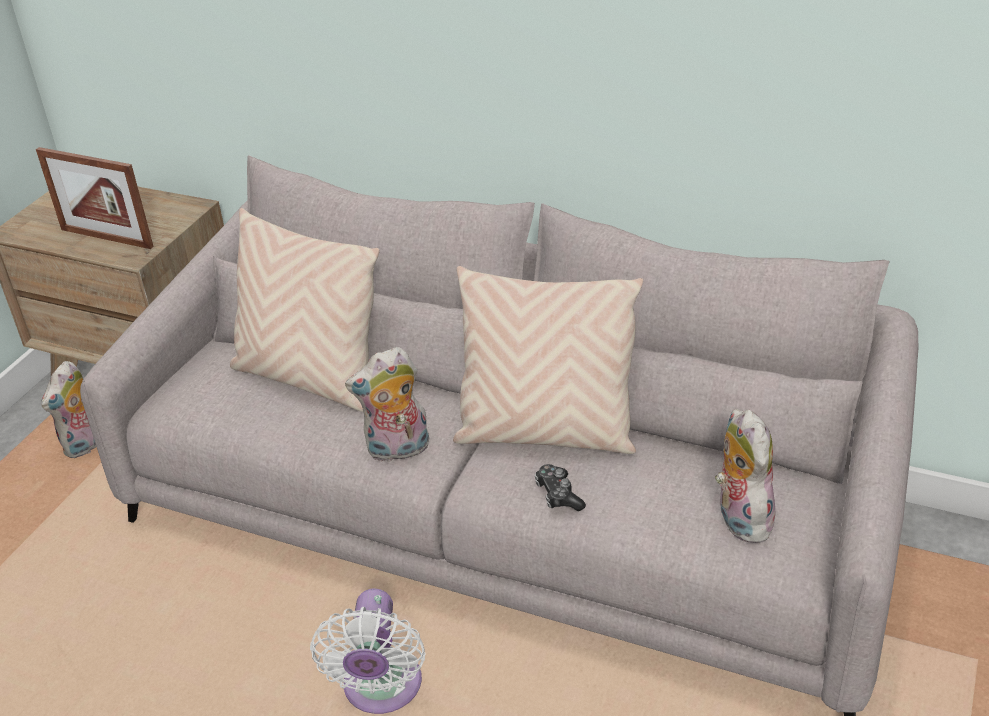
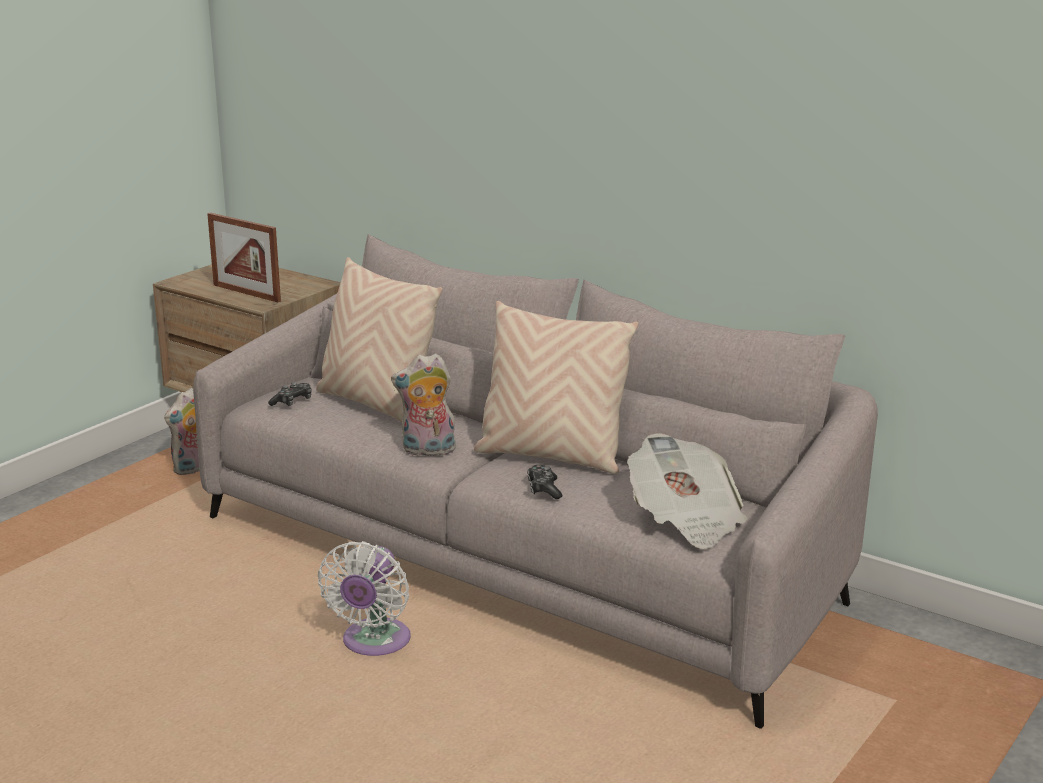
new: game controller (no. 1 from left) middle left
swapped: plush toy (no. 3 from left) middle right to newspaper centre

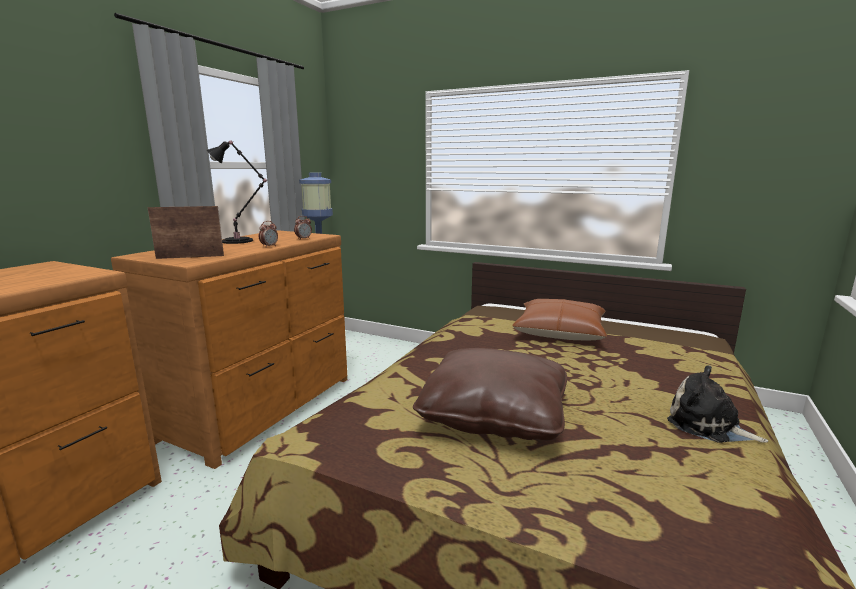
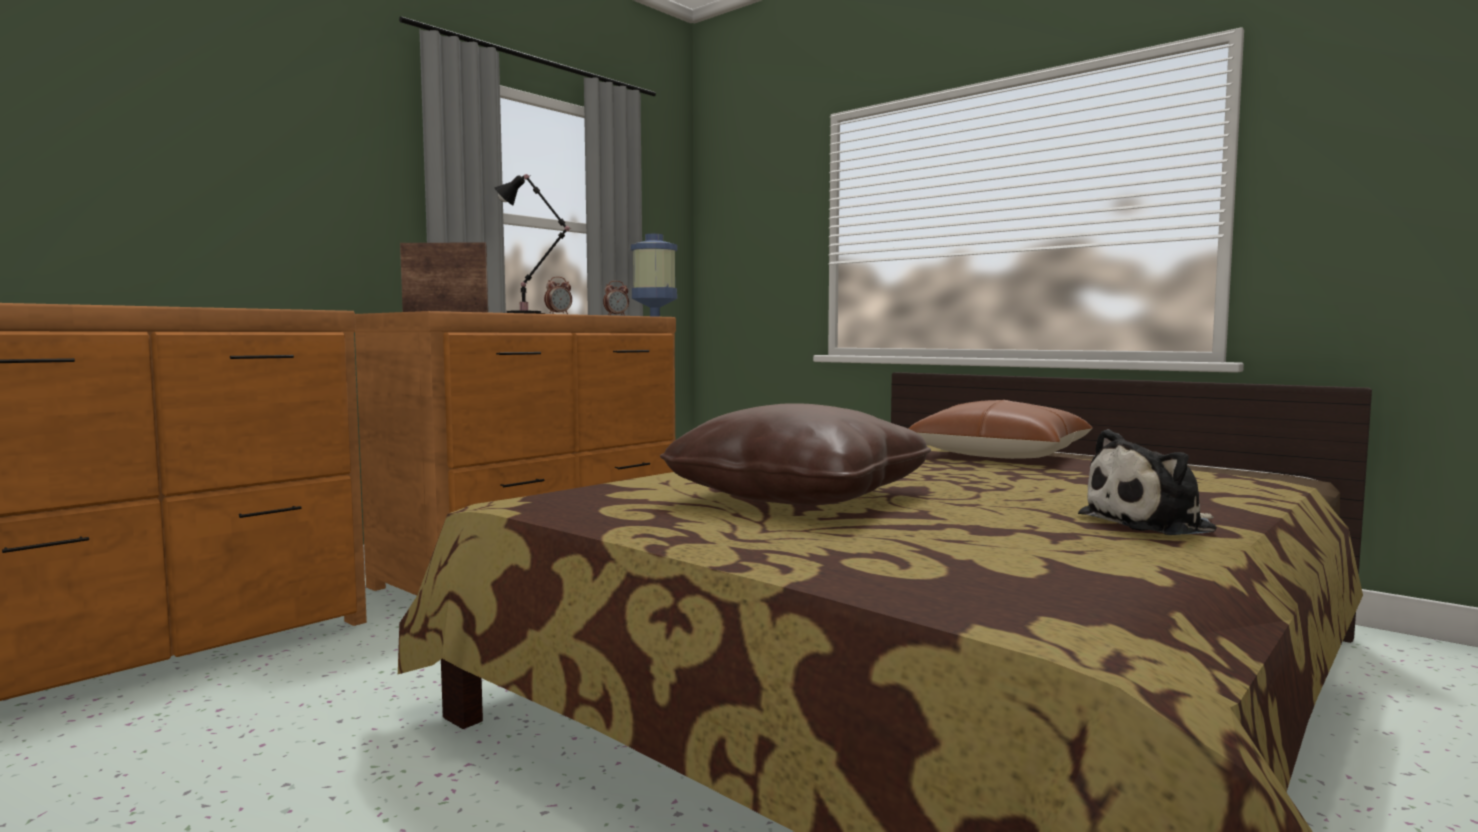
rotated: plush toy bottom right = middle right 75 degrees counterclockwise

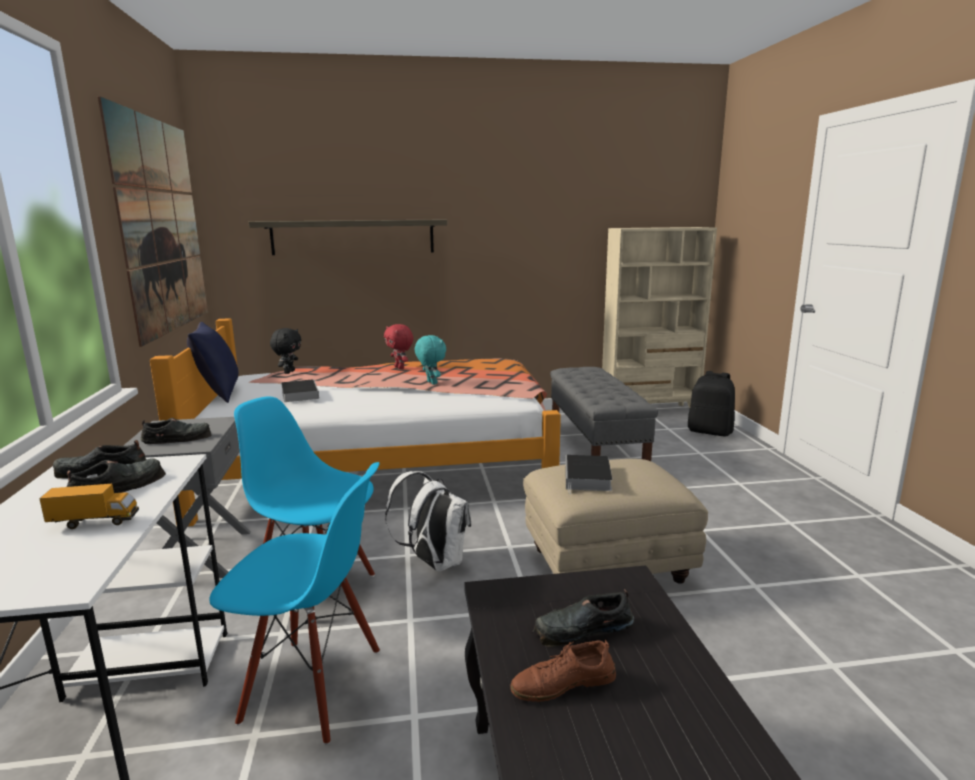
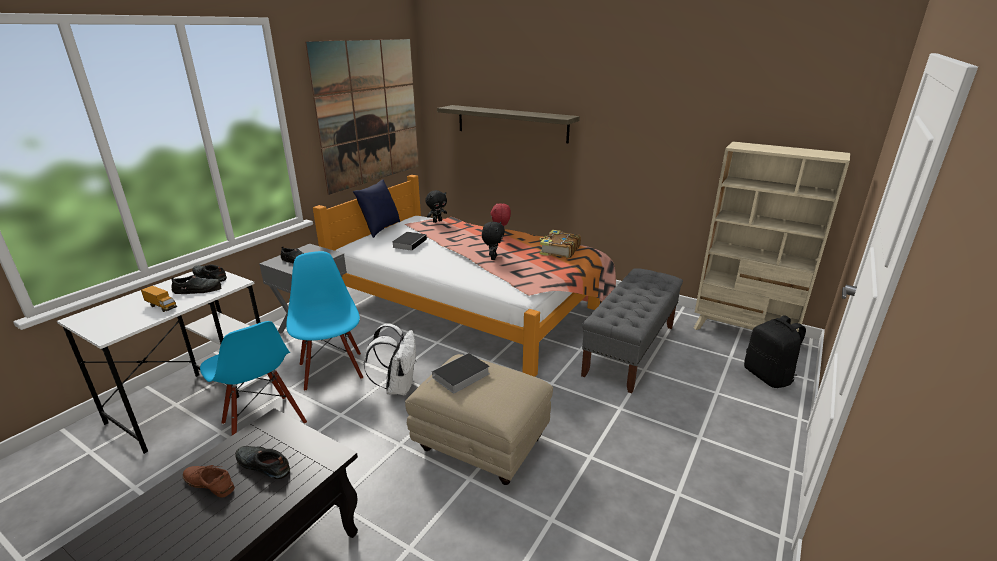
new: book (no. 3 from left) centre
repainted: turquoise plush toy centre to black plush toy (no. 2 from left) centre

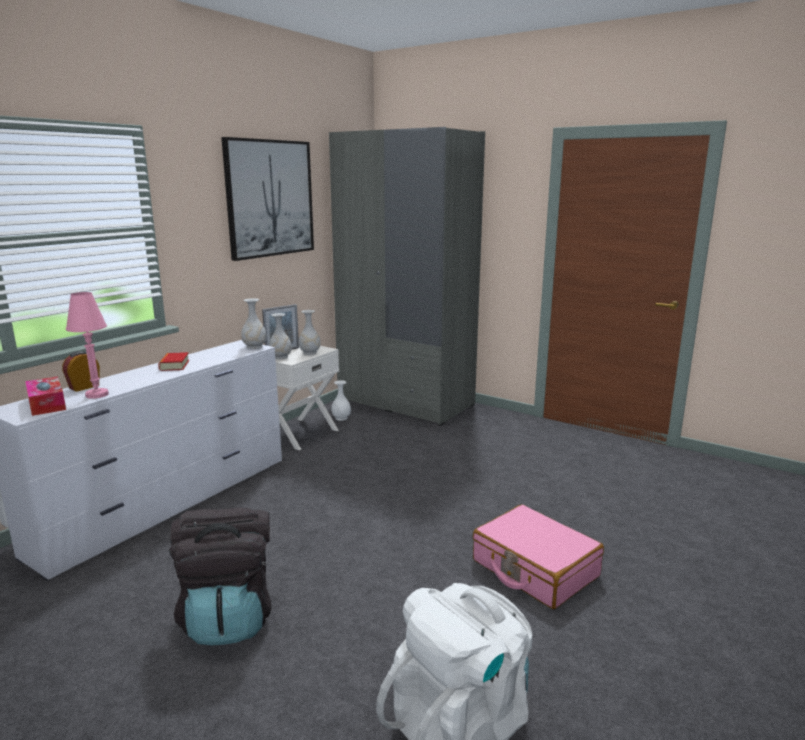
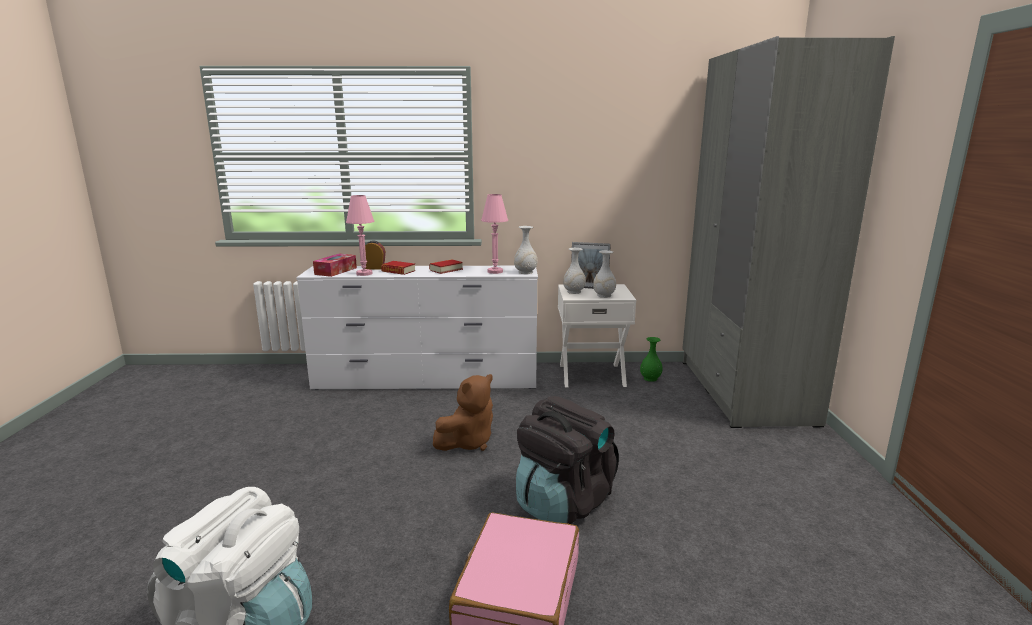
gone: picture top left
new: pink table lamp (no. 2 from left) centre; book (no. 1 from left) centre; brown plush toy centre
shifted: black backpack bottom left to bottom centre
repainted: white vase (no. 4 from left) centre to green vase centre

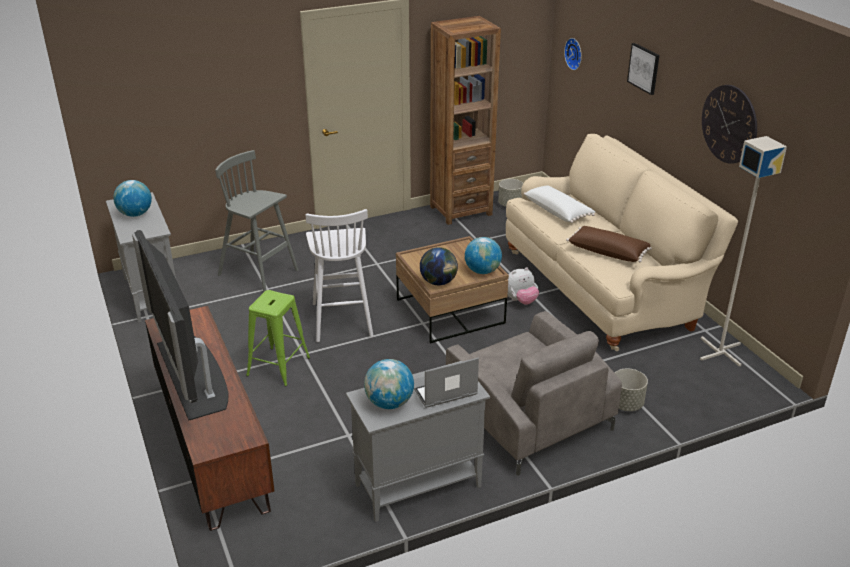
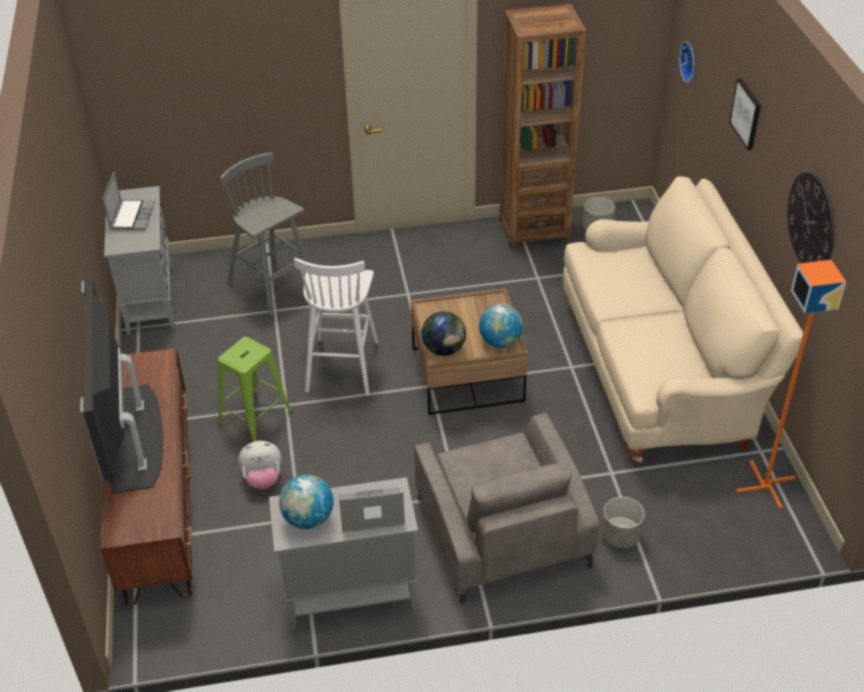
gone: white pillow centre; brown pillow middle right
shifted: plush toy centre to bottom left
swapped: globe (no. 1 from left) middle left to laptop (no. 1 from left) top left
repainted: grey floor lamp middle right to orange floor lamp middle right

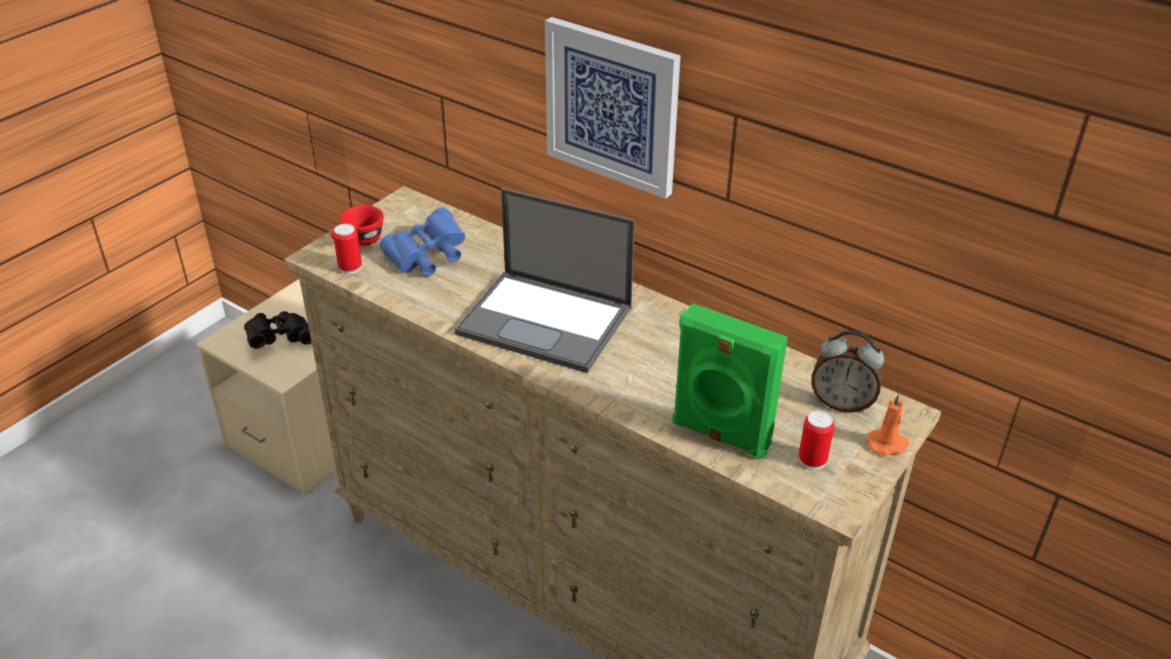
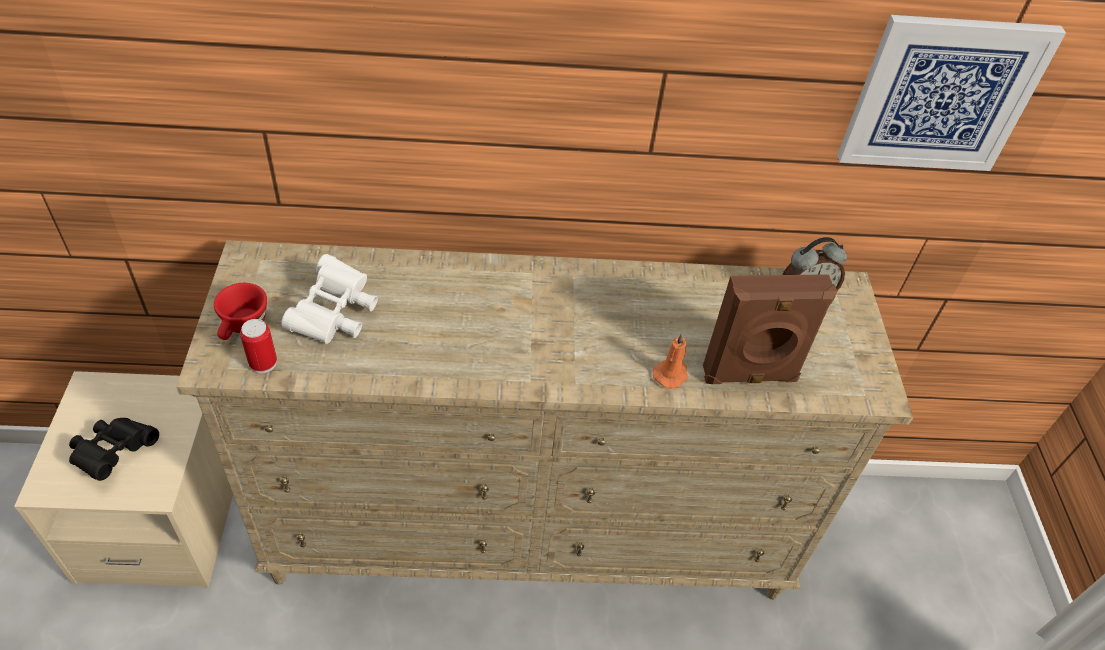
gone: laptop centre; can (no. 2 from left) bottom right
shifted: picture top centre to top right; orange candle middle right to centre
repainted: blue binoculars centre to white binoculars middle left; green speaker centre to brown speaker middle right

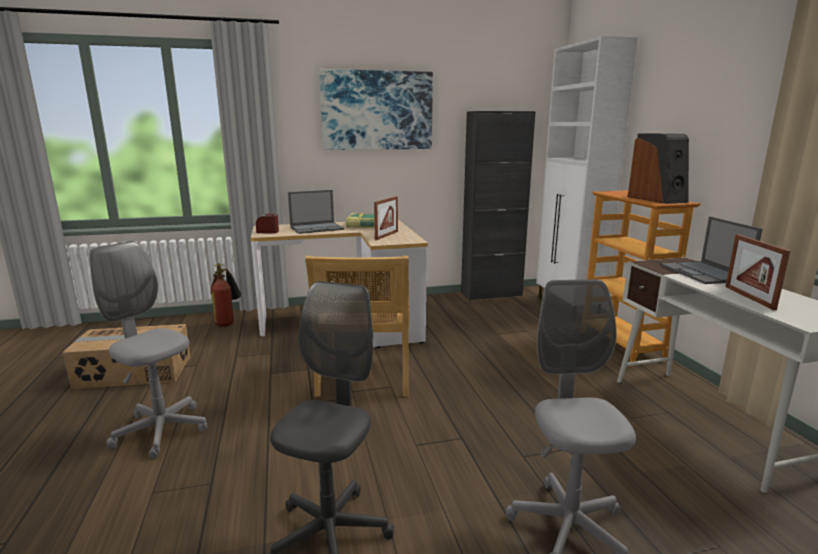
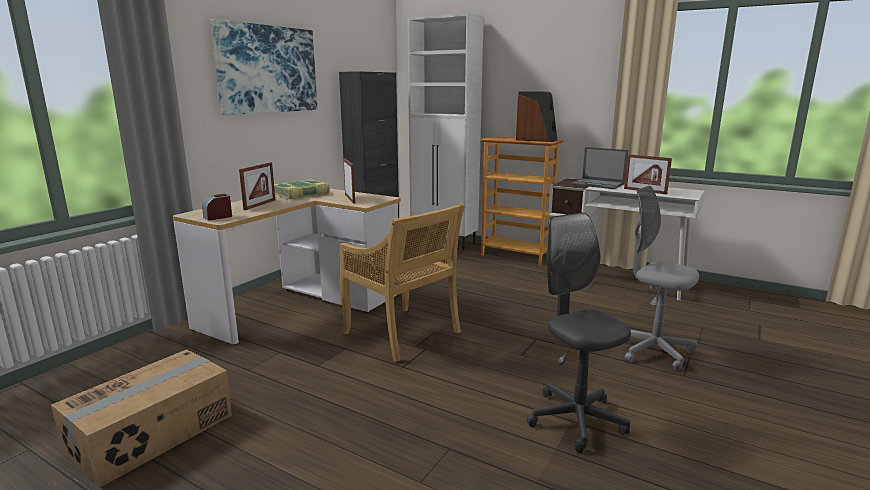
gone: grey office chair (no. 1 from left) middle left; fire extinguisher middle left
swapped: laptop (no. 1 from left) centre to picture frame (no. 1 from left) middle left

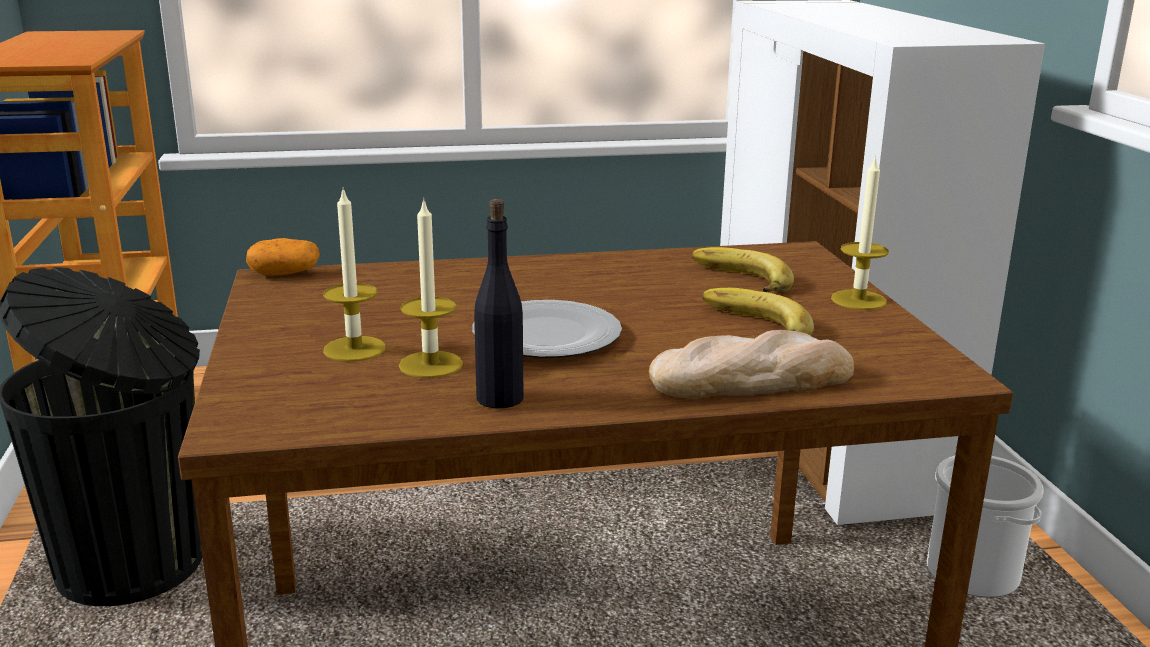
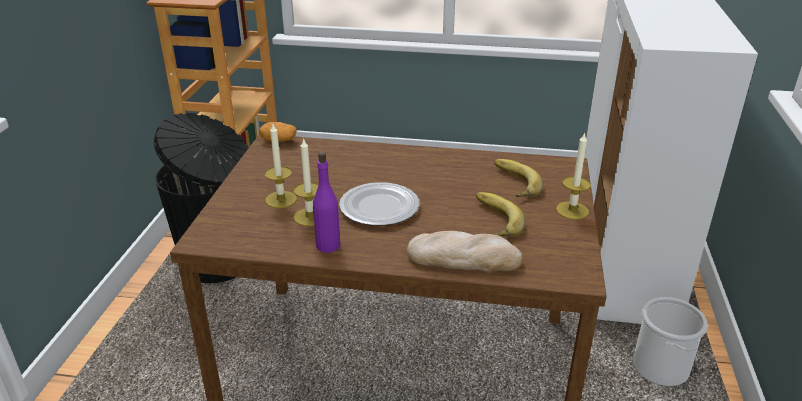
repainted: black bottle centre to purple bottle centre

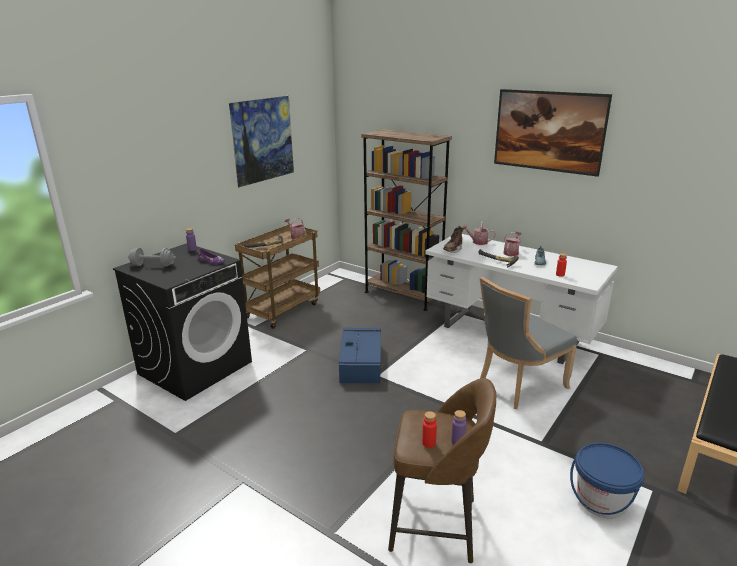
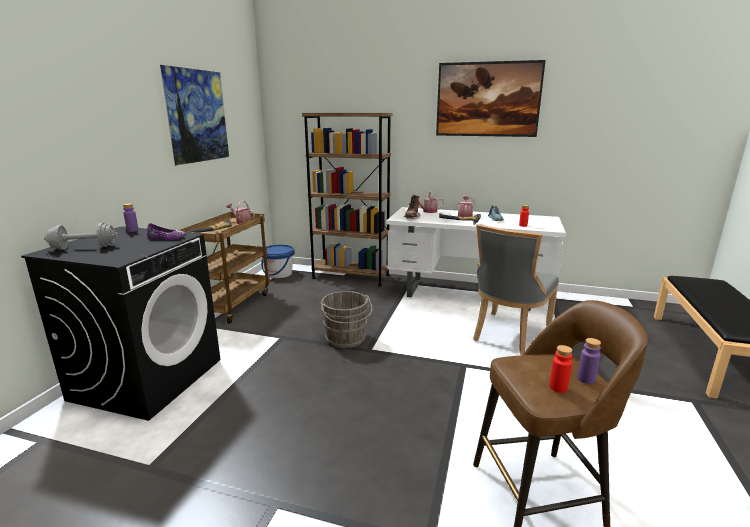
shifted: blue bucket bottom right to centre
swapped: blue storage box centre to grey bucket centre

